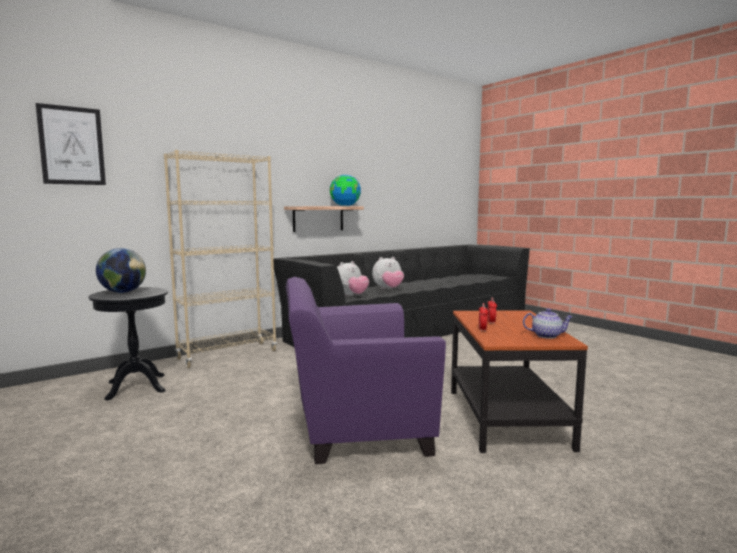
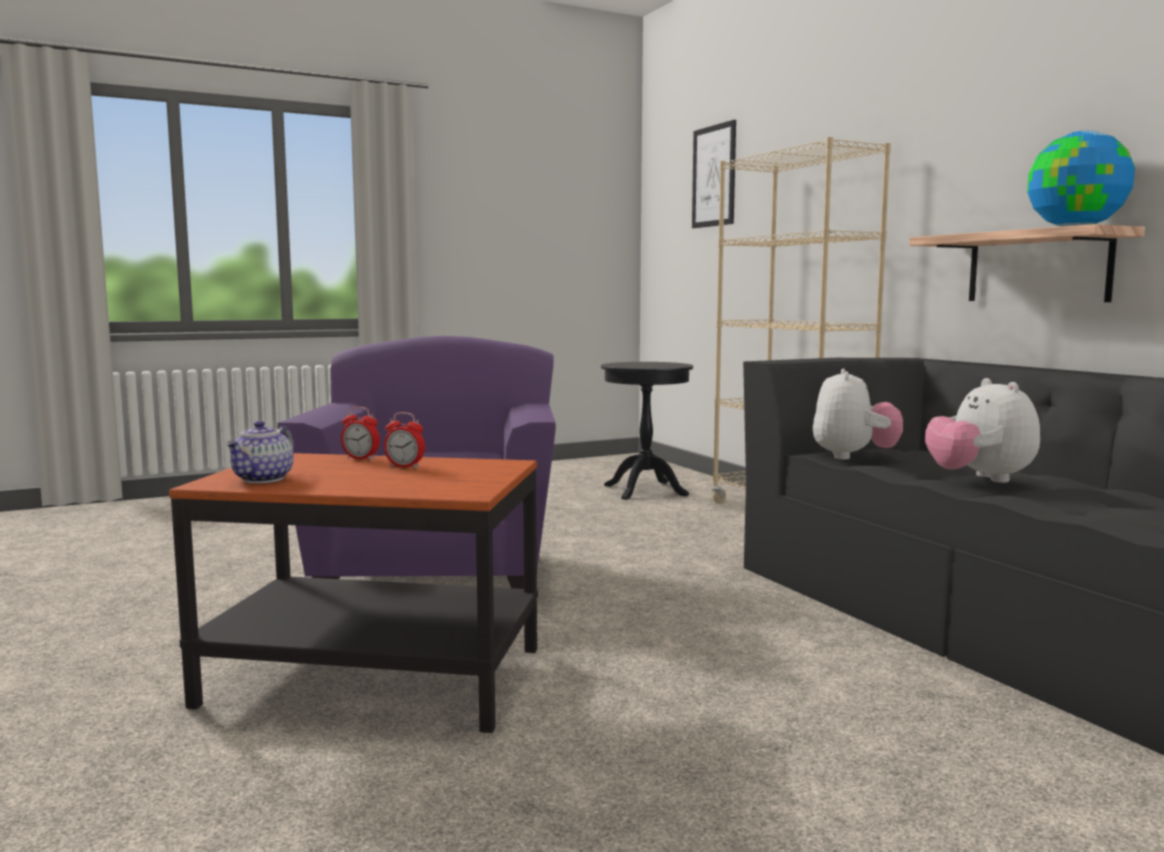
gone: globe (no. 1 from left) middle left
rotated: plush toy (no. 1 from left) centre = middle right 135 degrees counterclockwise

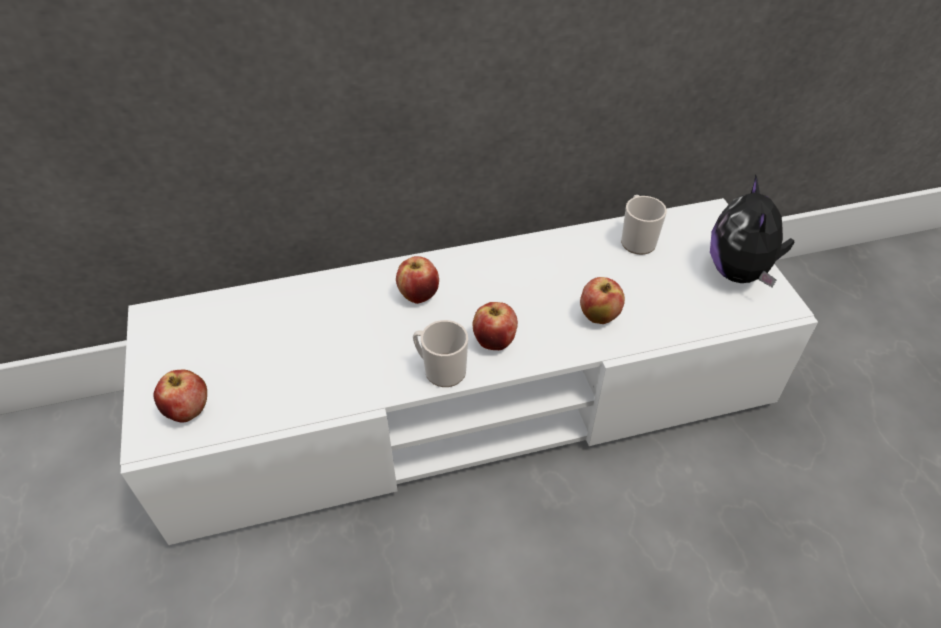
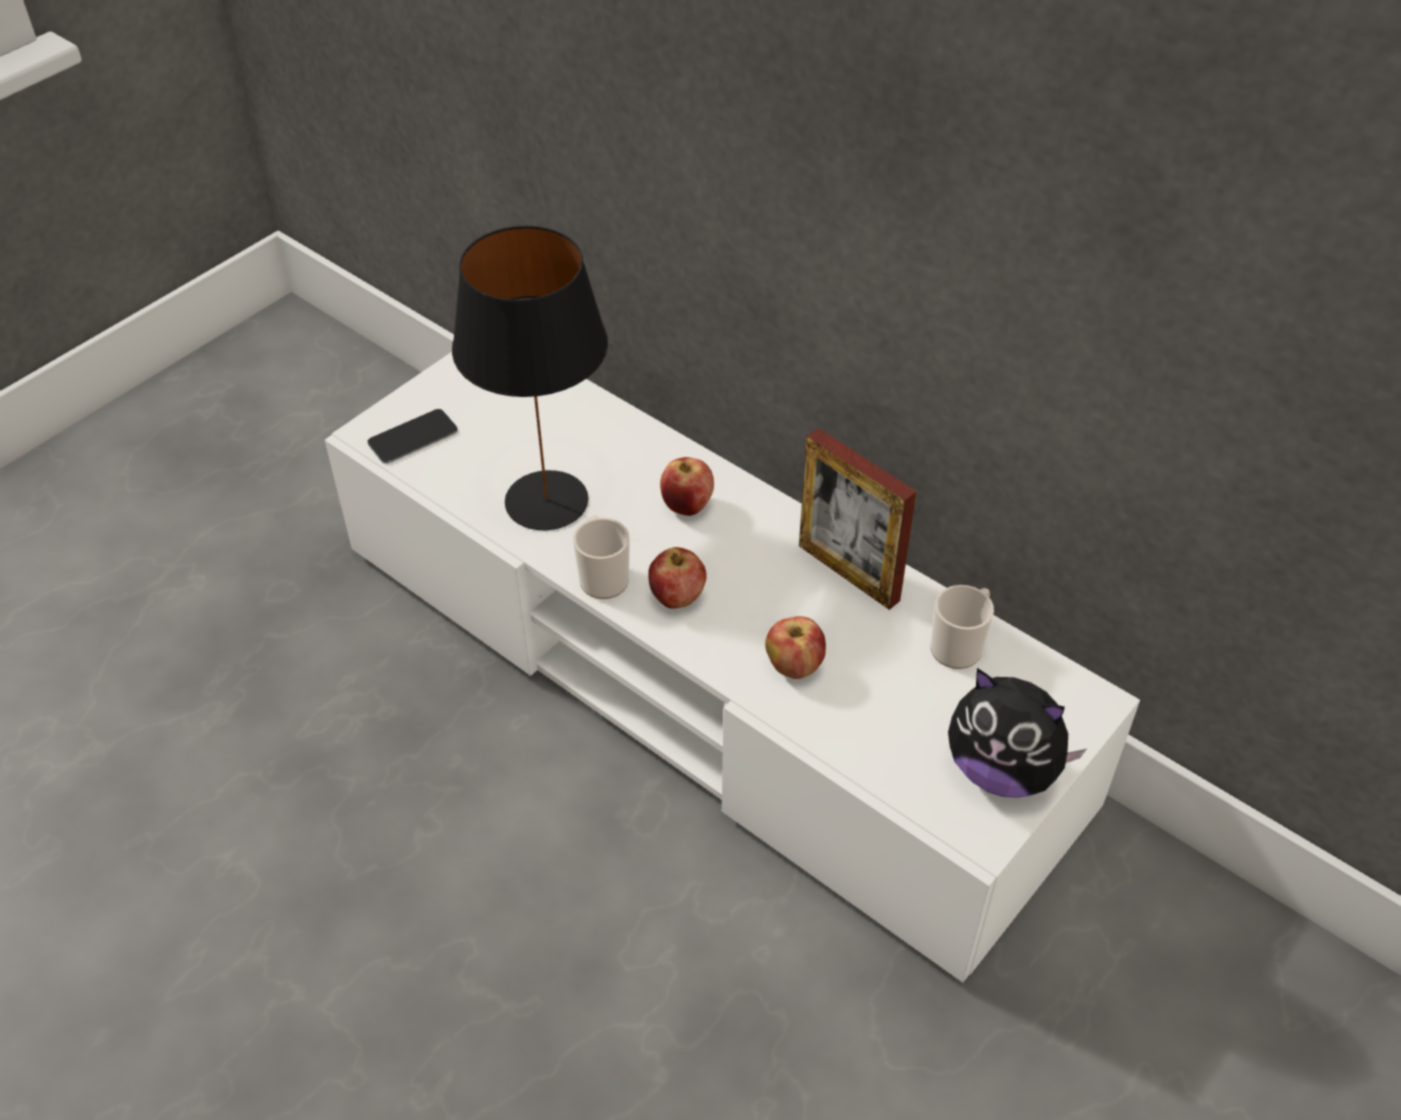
new: black table lamp centre; picture frame centre
swapped: apple (no. 1 from left) middle left to phone middle left
rotated: plush toy middle right = middle right 120 degrees counterclockwise

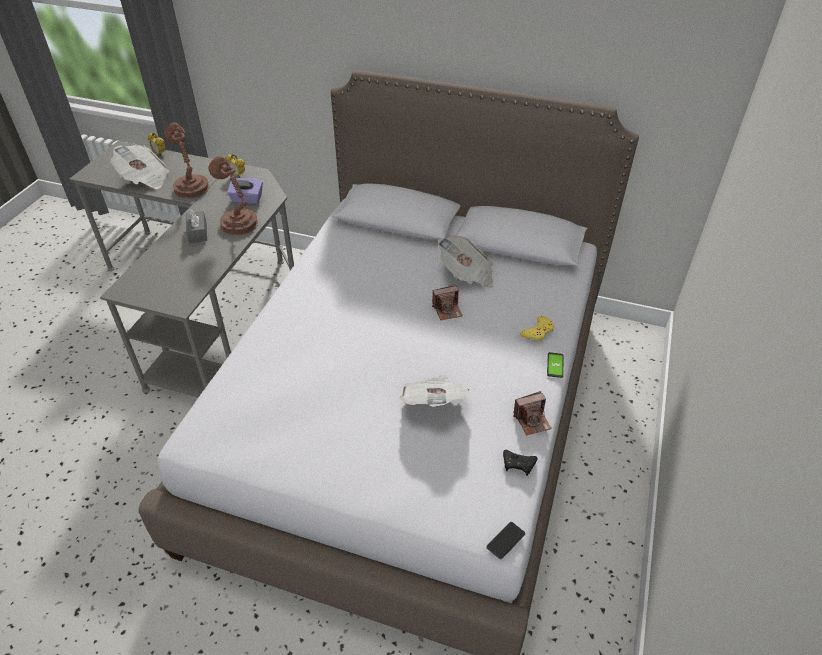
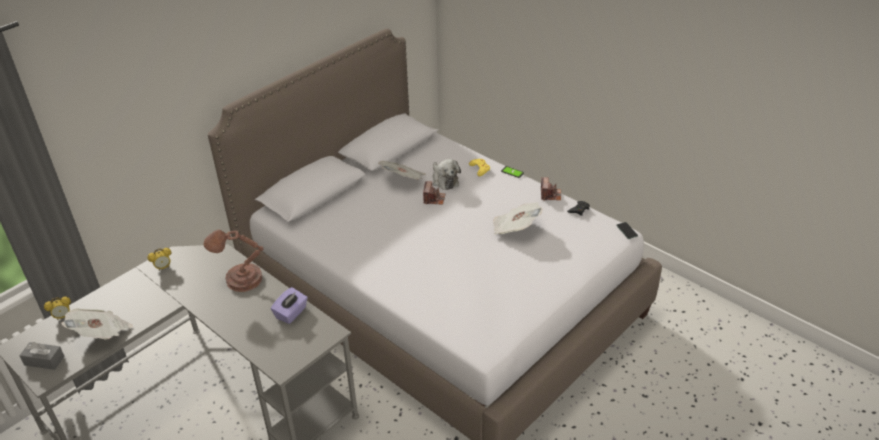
gone: brown table lamp (no. 1 from left) top left
new: plush toy centre
shifted: purple tissue box top left to bottom left; grey tissue box middle left to bottom left

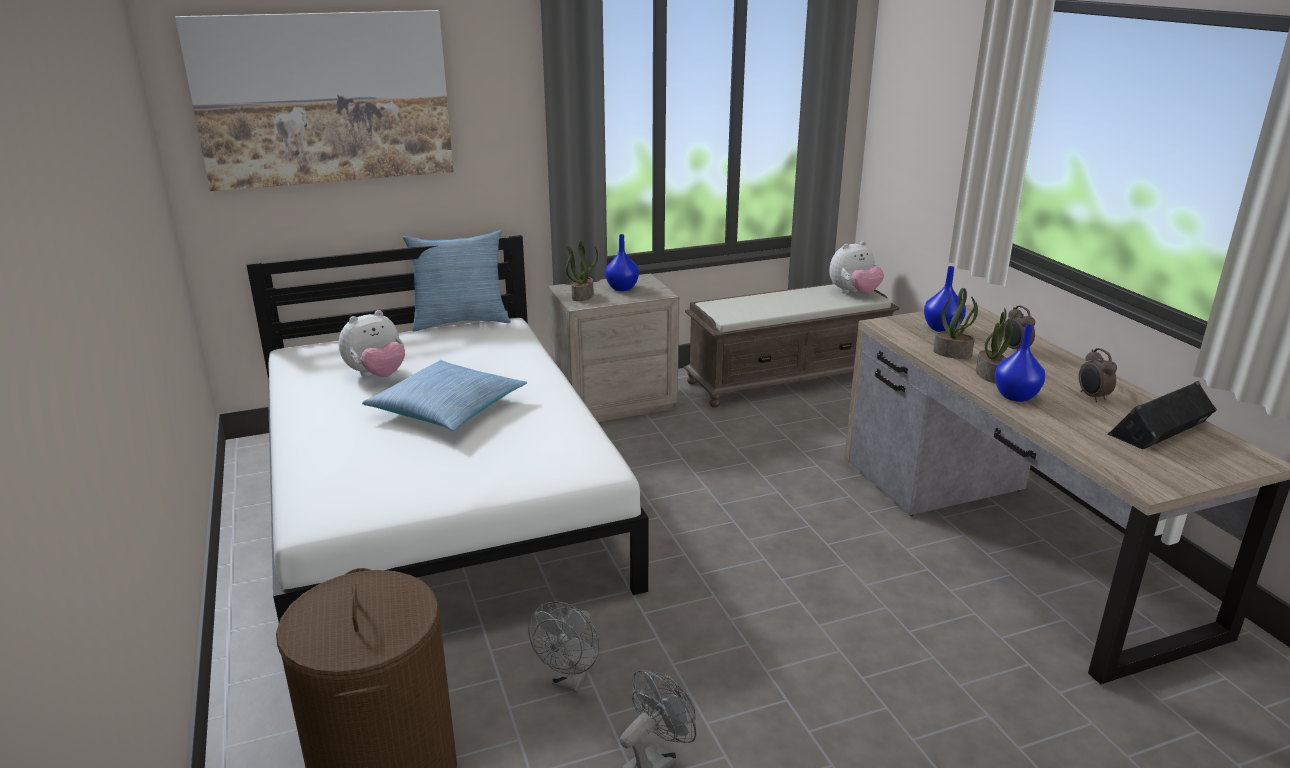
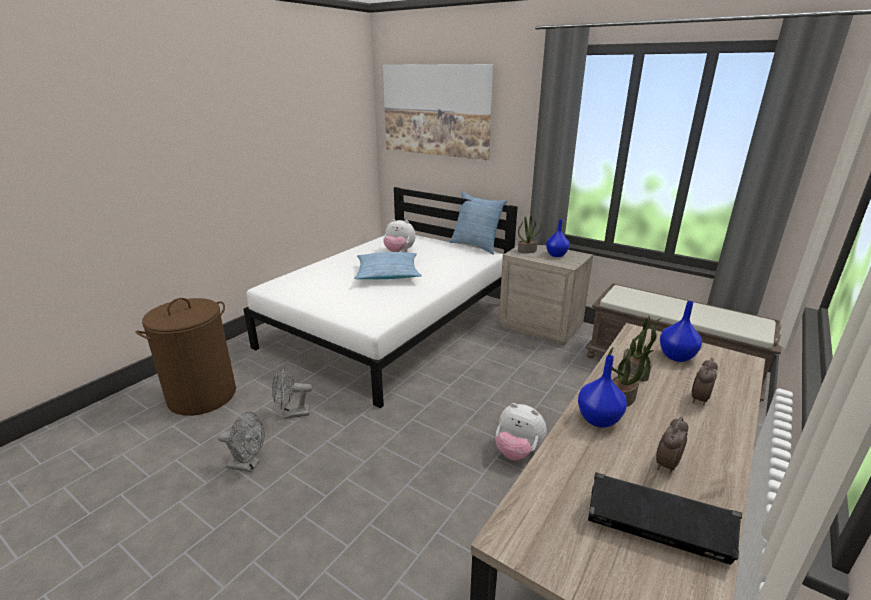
shifted: plush toy (no. 2 from left) centre to bottom centre

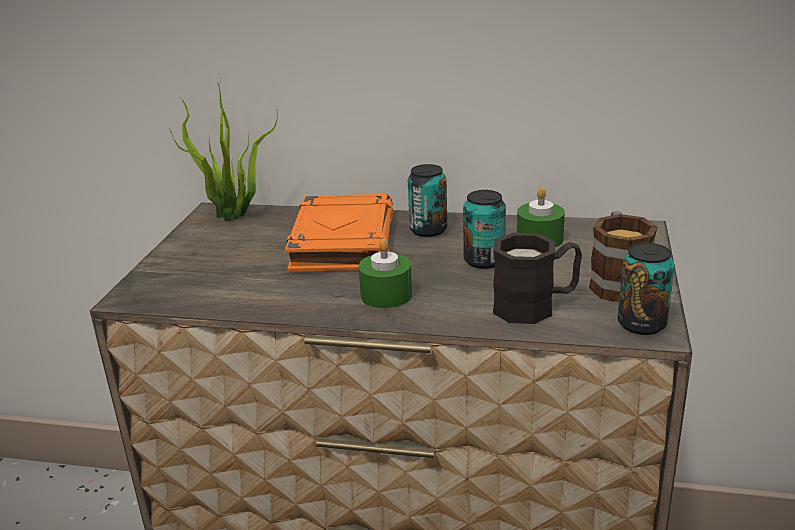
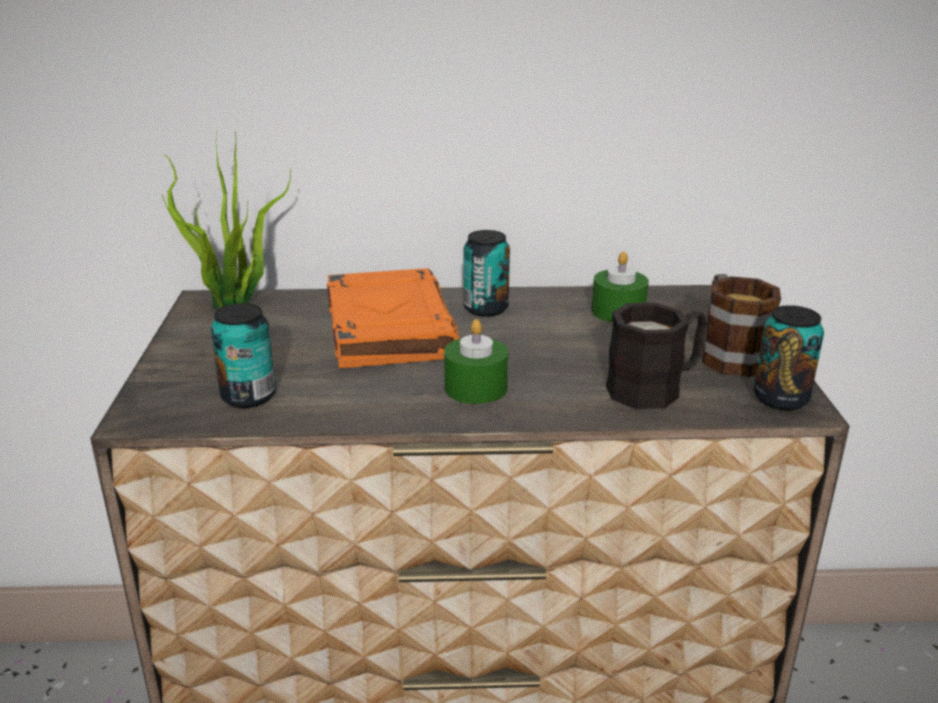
shifted: can (no. 2 from left in the first image) centre to can (no. 1 from left) middle left

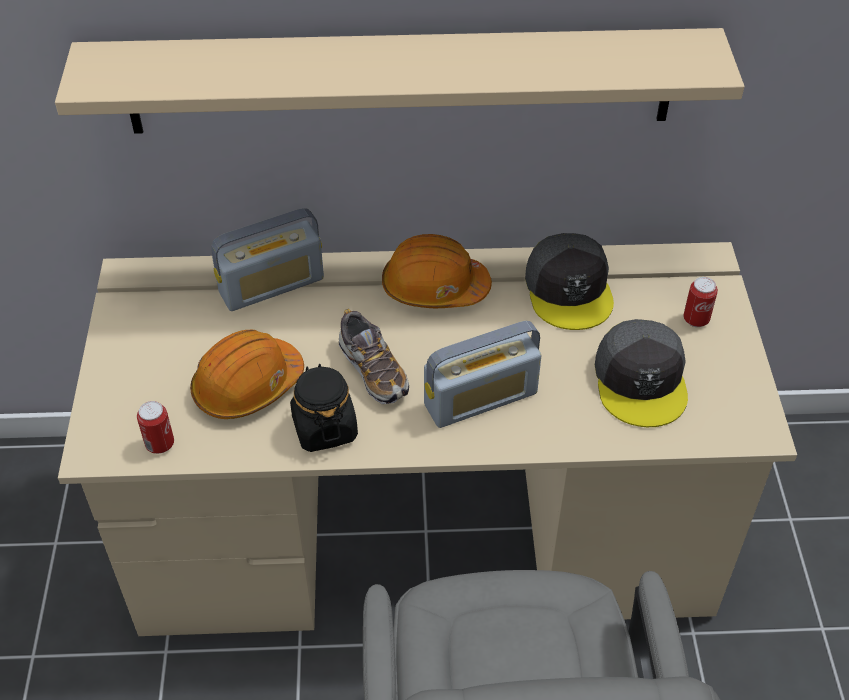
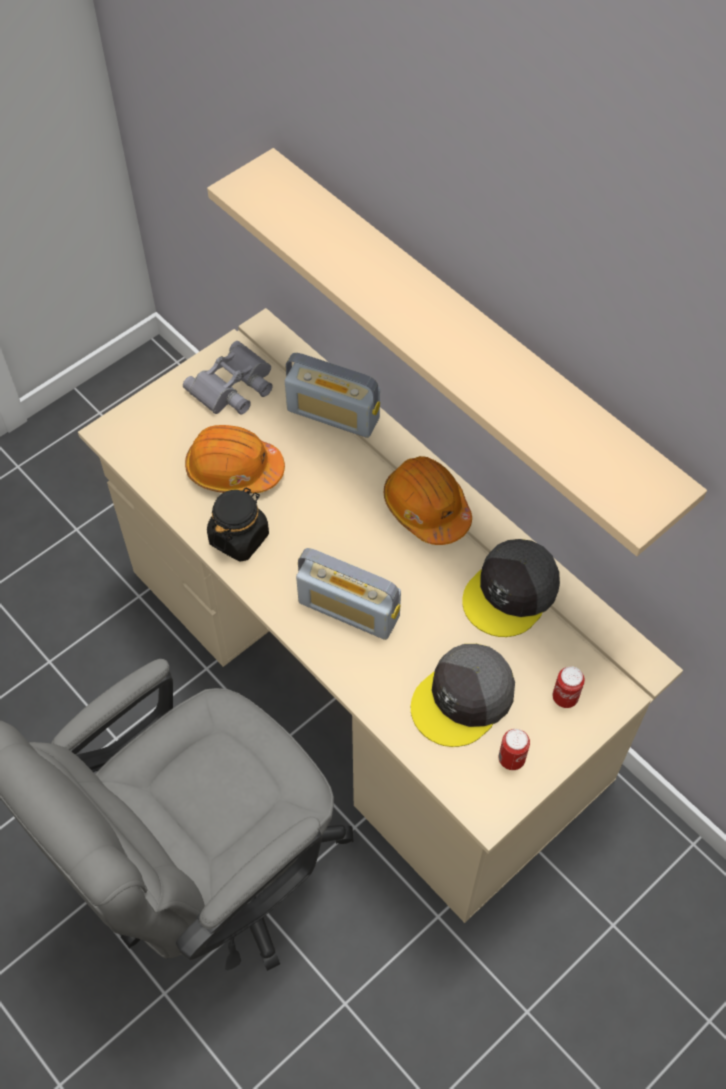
gone: shoe centre
new: grey binoculars middle left
shifted: can (no. 1 from left) middle left to bottom right

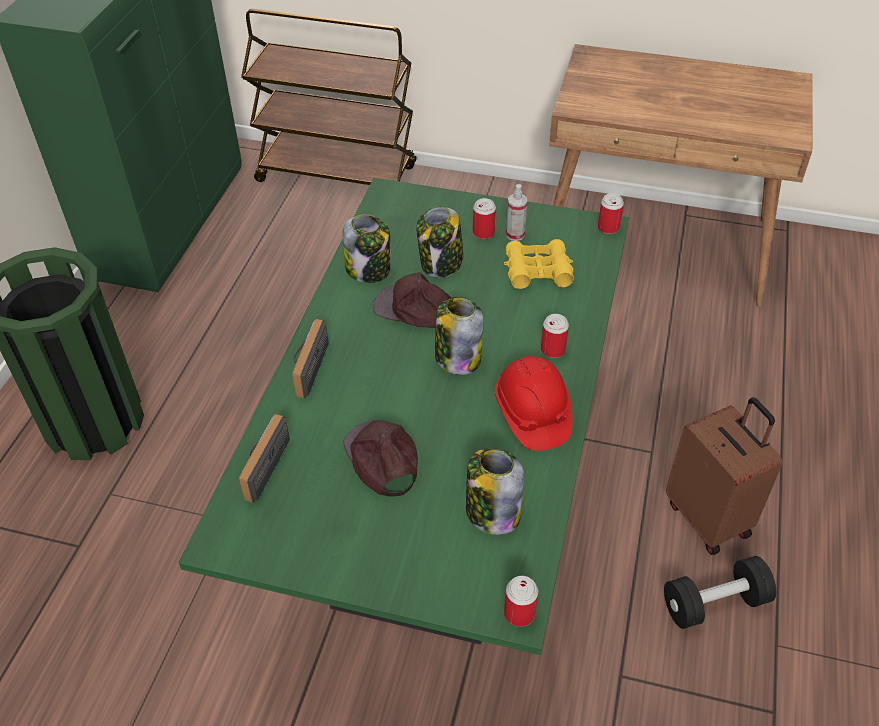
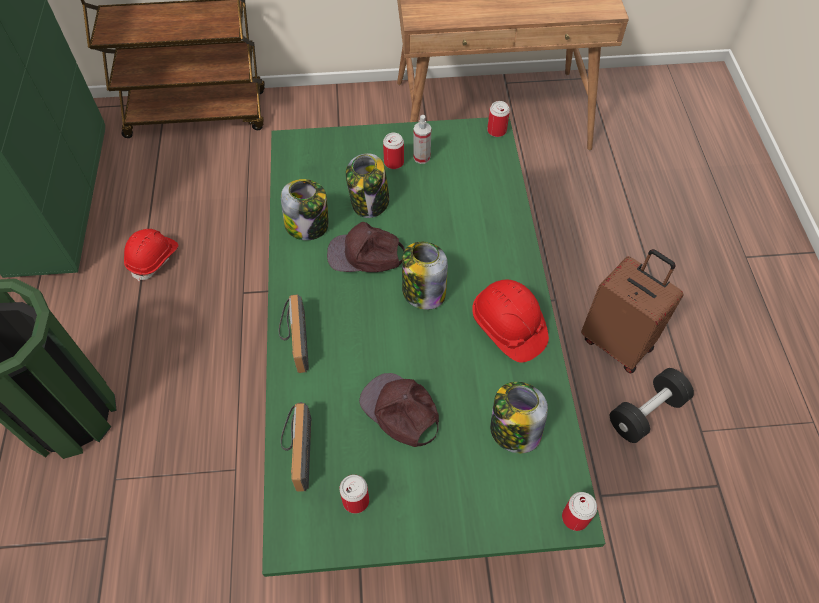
gone: yellow binoculars centre
new: red hard hat (no. 1 from left) middle left
shifted: can (no. 3 from left in the first image) centre to can (no. 1 from left) bottom centre

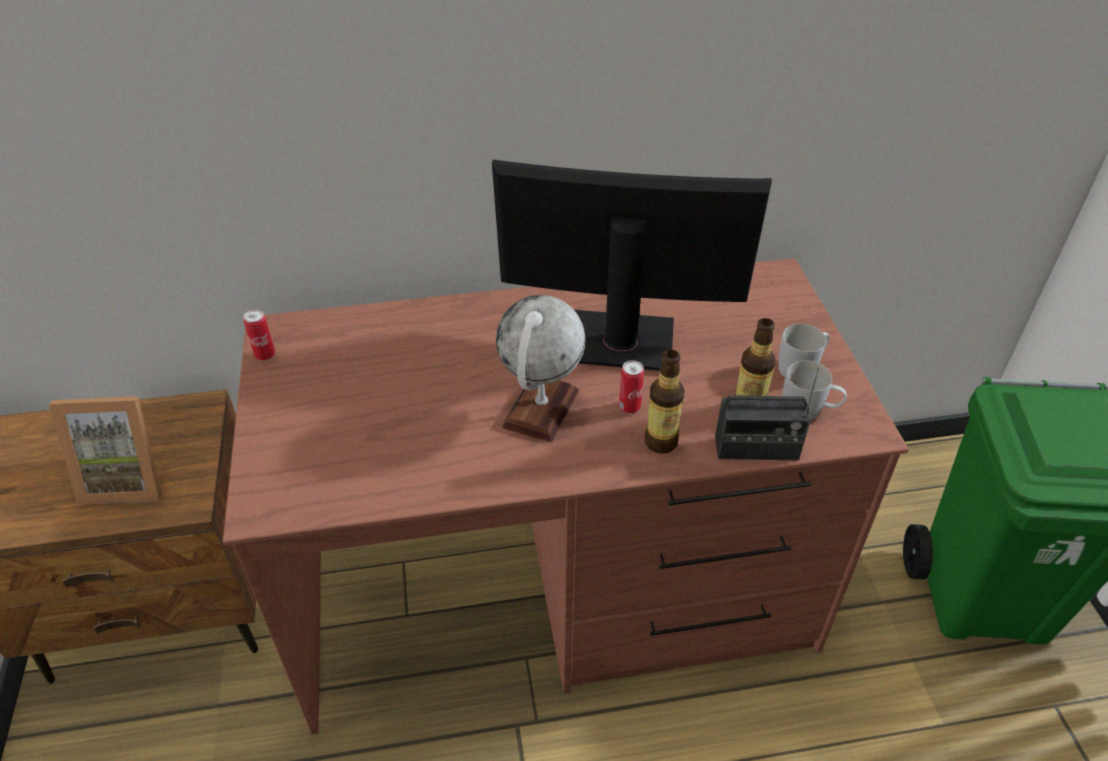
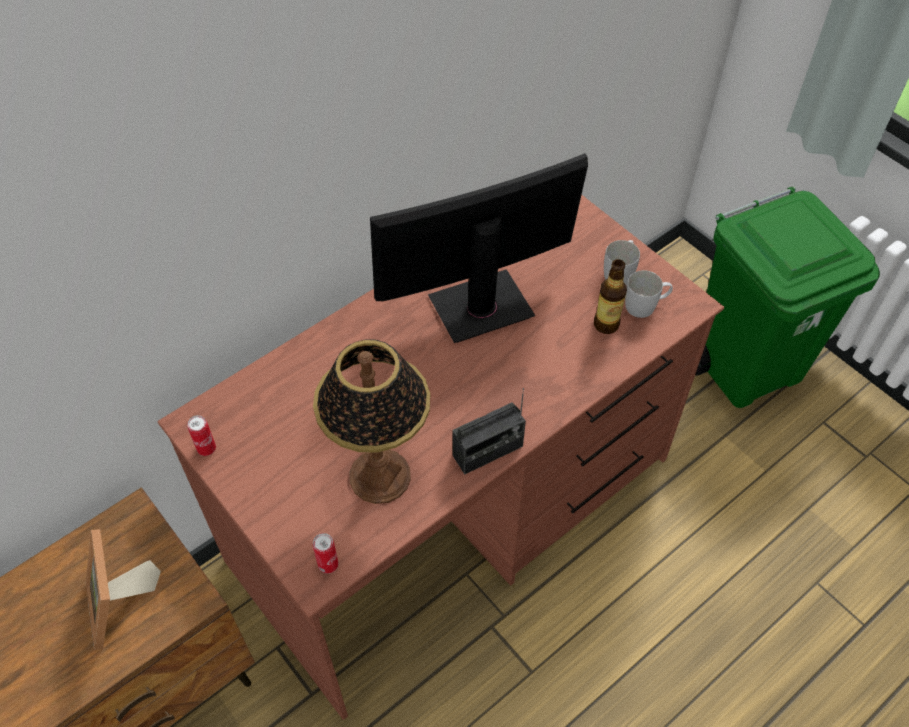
gone: globe centre; bottle (no. 1 from left) centre
new: table lamp centre
shifted: can (no. 2 from left) centre to bottom centre; radio middle right to centre
rotated: picture frame middle left = bottom left 105 degrees clockwise

